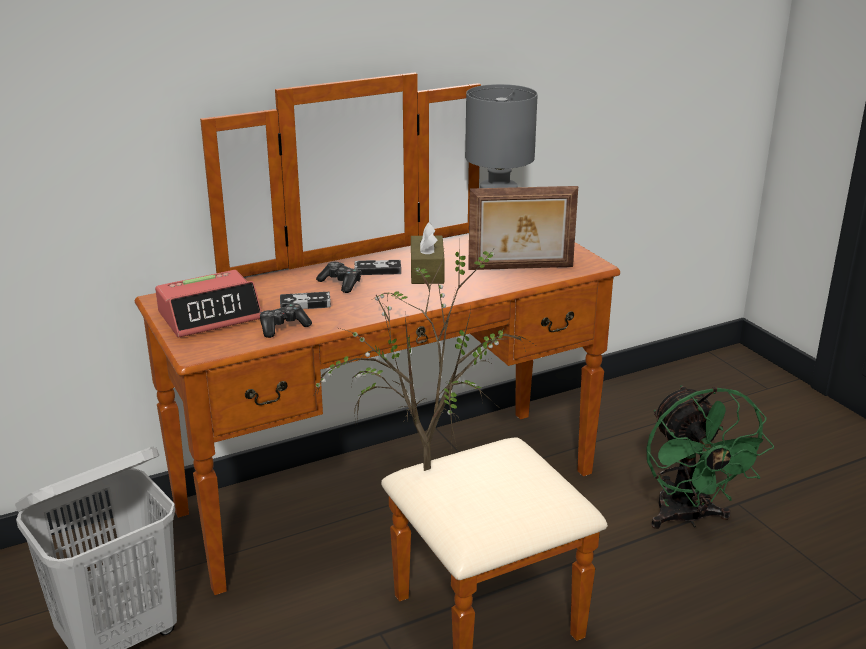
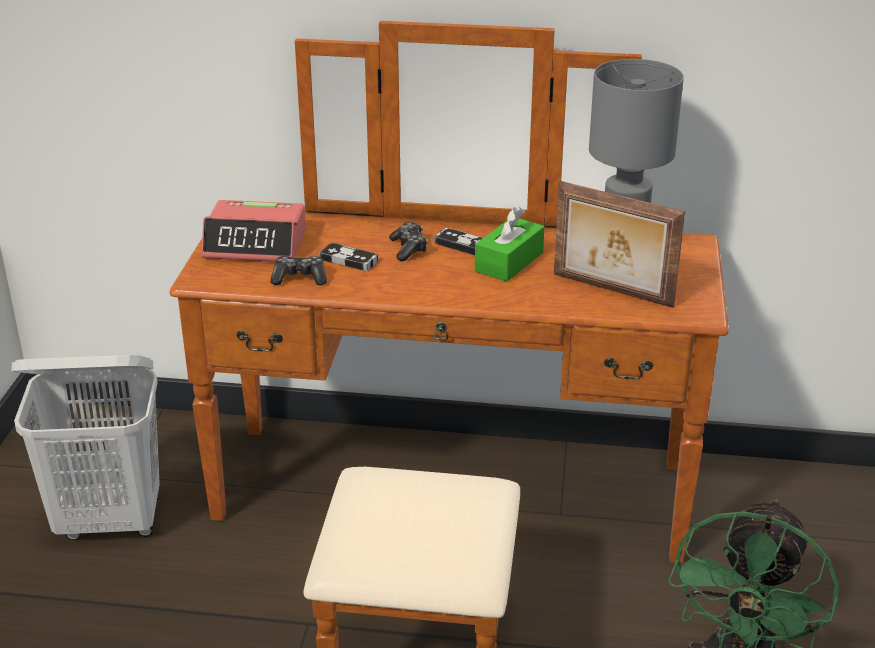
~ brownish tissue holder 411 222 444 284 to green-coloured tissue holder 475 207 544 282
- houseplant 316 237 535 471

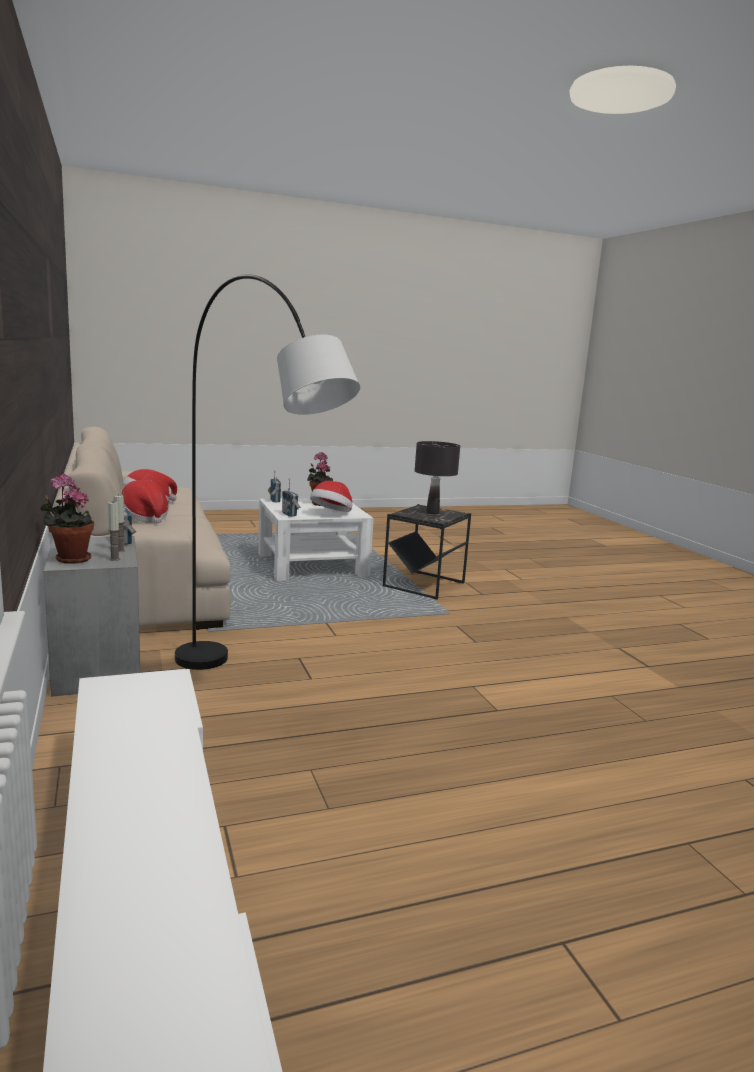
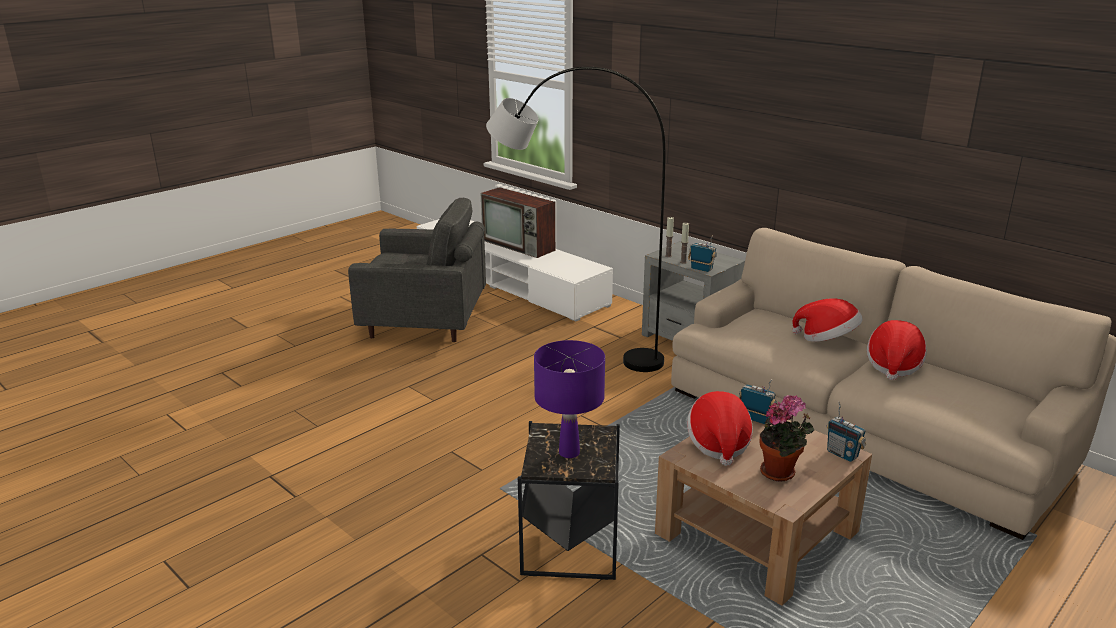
+ gray armchair 348 198 486 342
+ TV set 481 187 555 258
~ black-coloured tabletop lamp 415 441 460 514 to purple tabletop lamp 534 340 605 458
~ whitish lounge table 258 498 374 581 to brownish lounge table 655 420 872 606
- houseplant 40 474 94 564

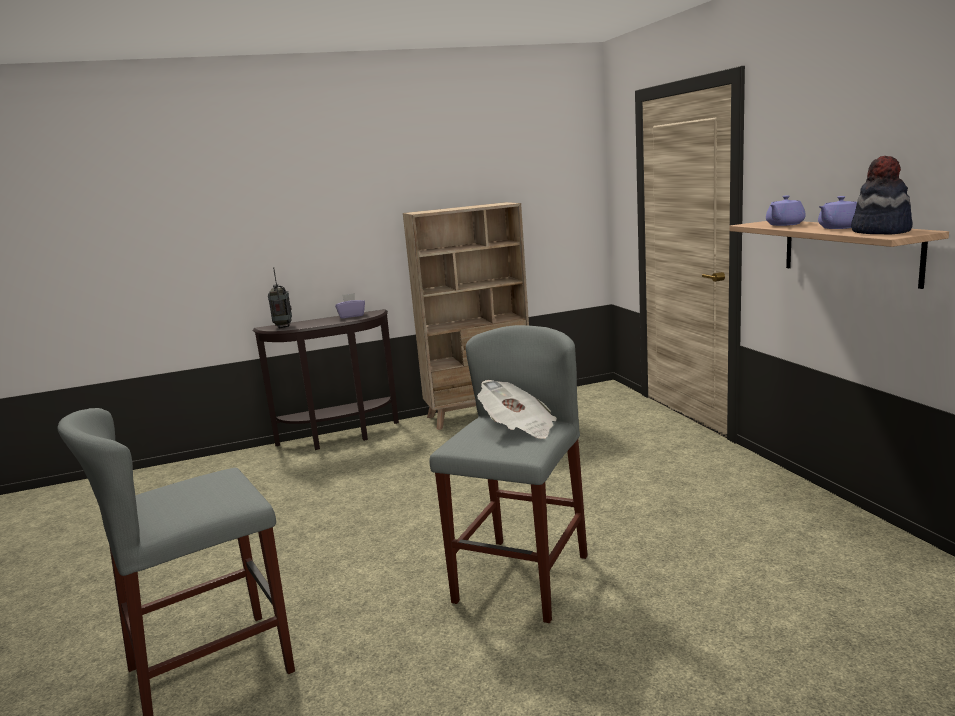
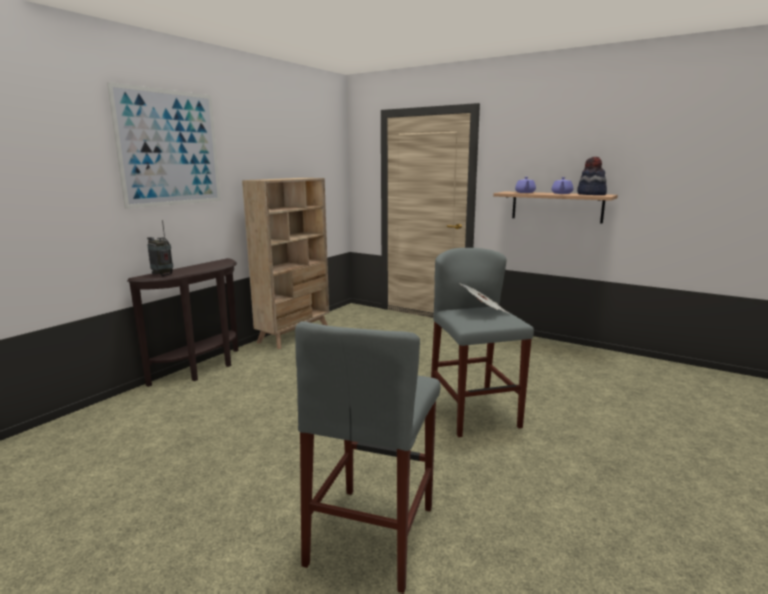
+ picture 107 82 221 209
- purple tissue holder 335 293 365 319

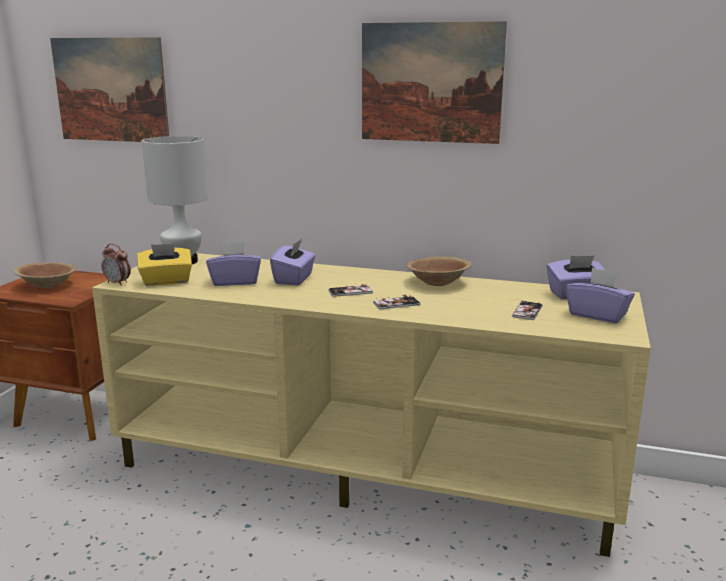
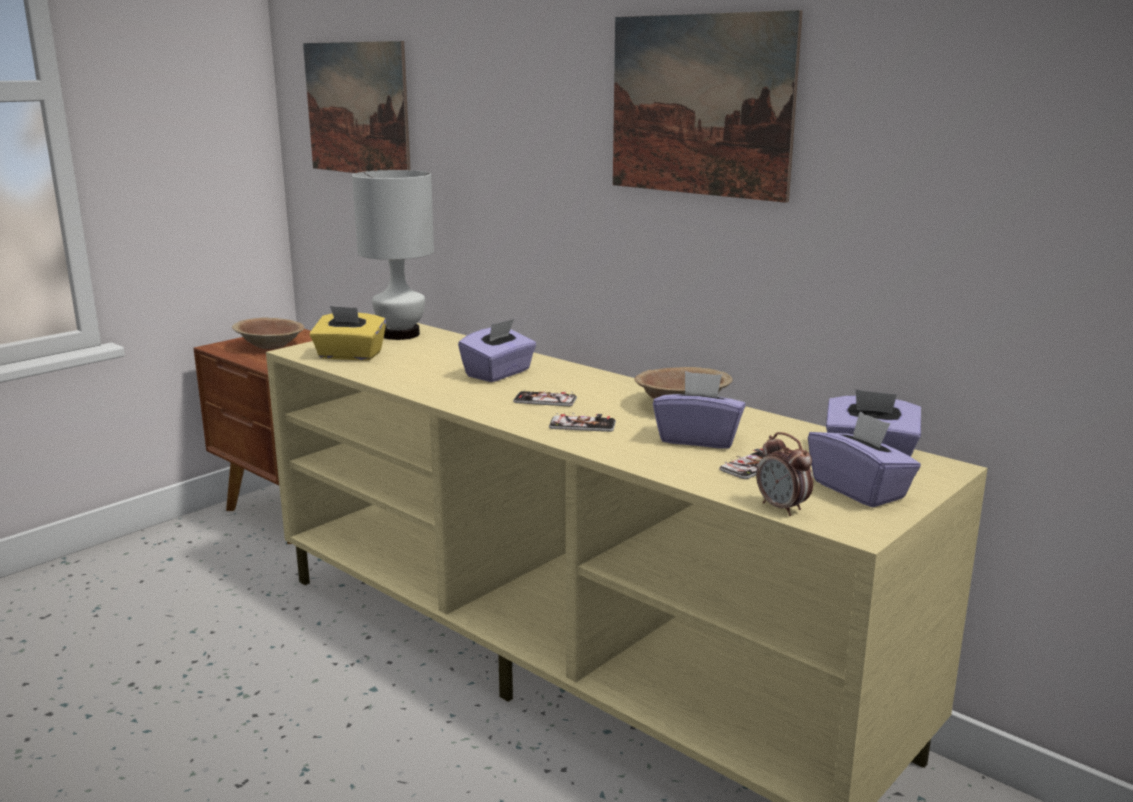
~ purple tissue holder 206 241 261 286 to 653 371 746 449
~ bedside clock 101 244 131 286 to 756 432 813 516

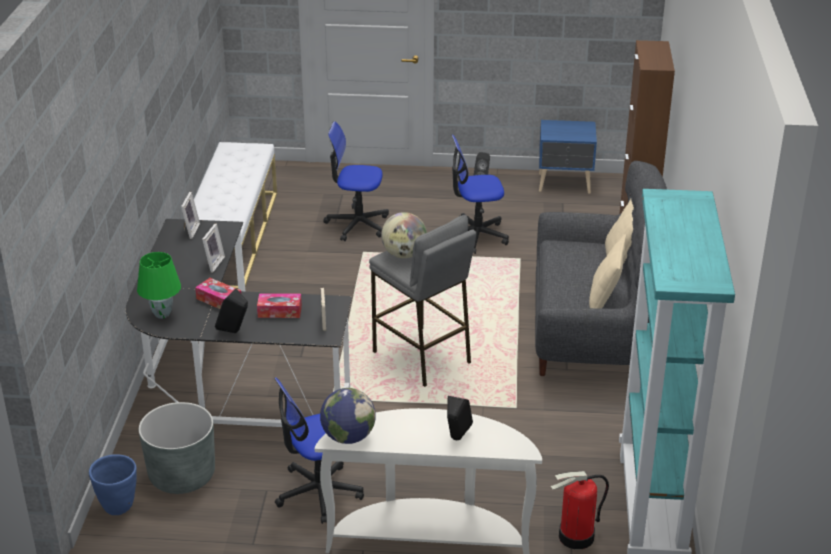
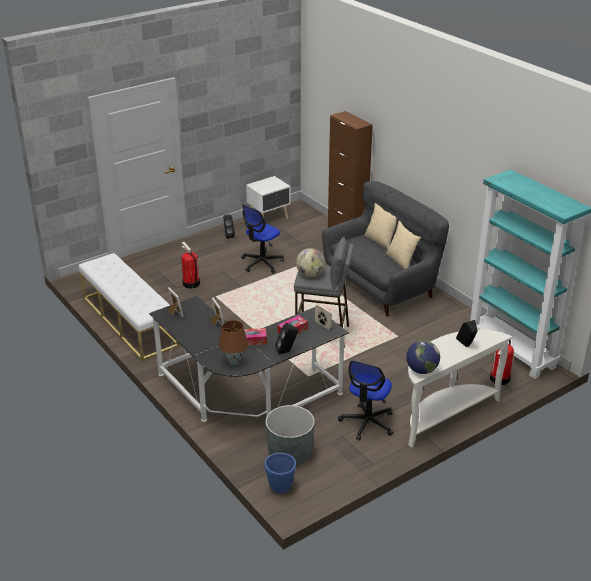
~ computer chair 323 121 389 241 to extinguisher 181 242 200 288
~ green-coloured tabletop lamp 137 252 181 319 to brownish tabletop lamp 219 320 248 365
~ blue bedside table 539 120 597 194 to whitish bedside table 246 176 290 219

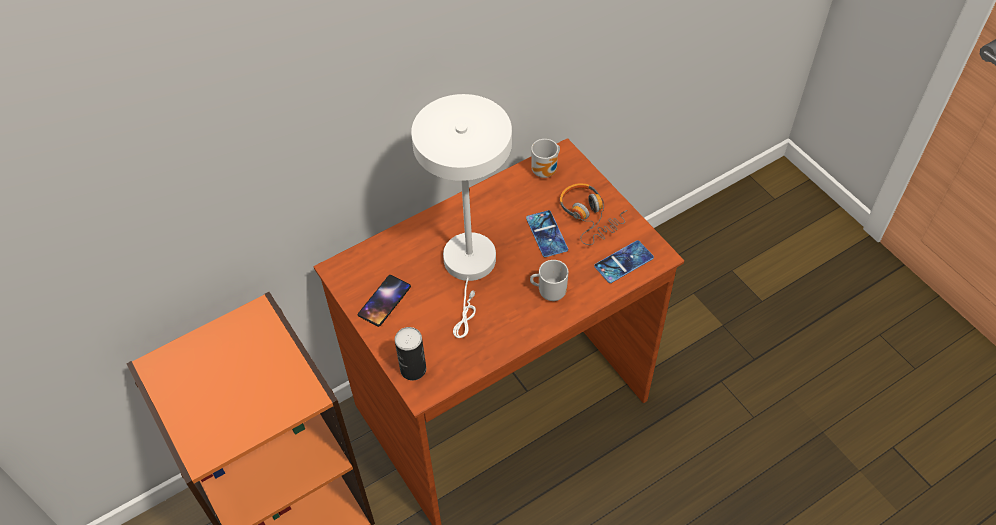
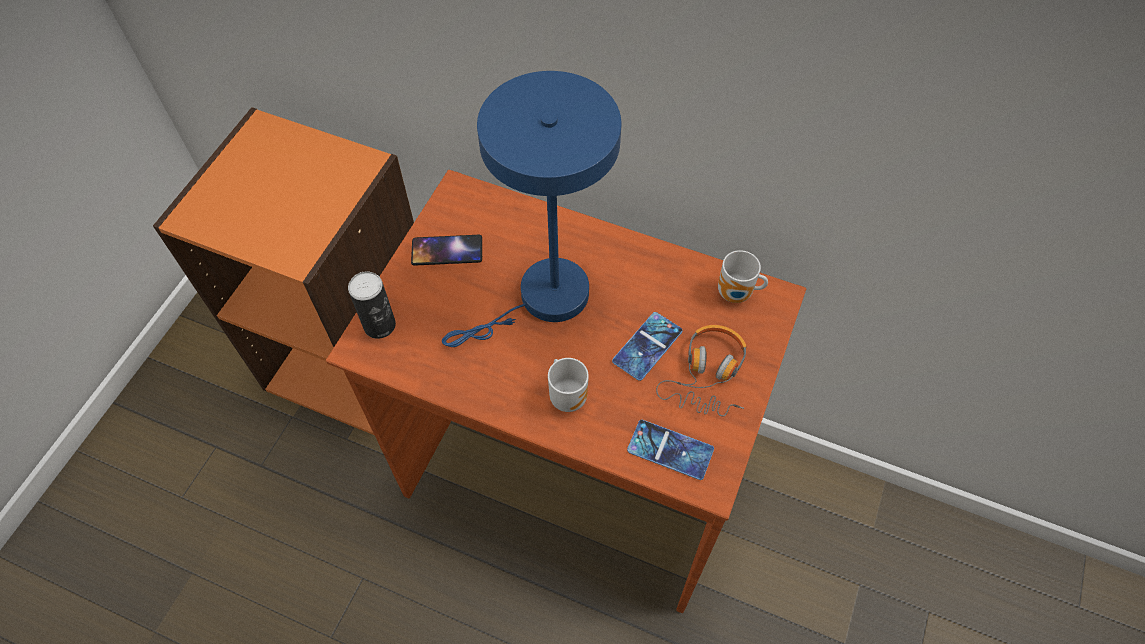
~ whitish tabletop lamp 411 94 512 338 to blue tabletop lamp 442 71 621 347

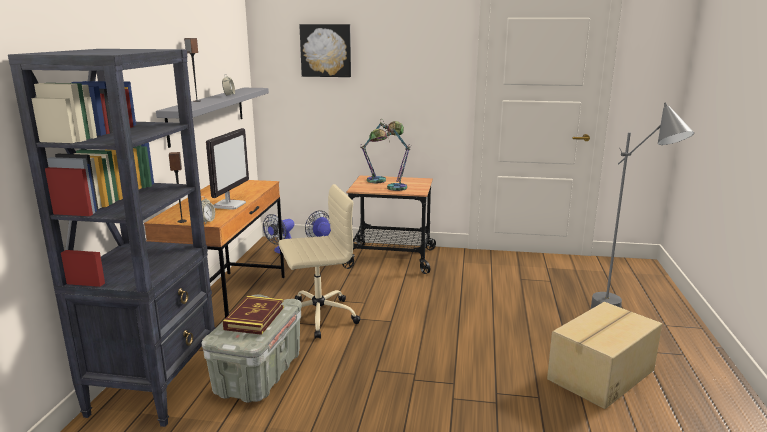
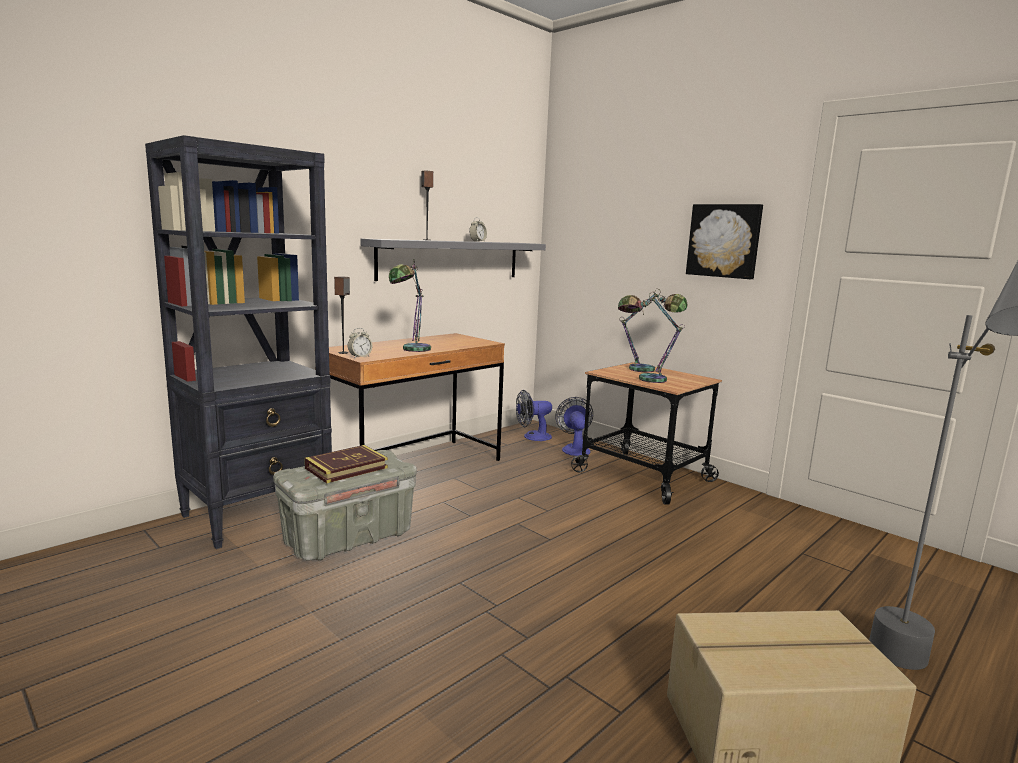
~ computer display 206 128 249 210 to tabletop lamp 389 260 431 352
~ picture 299 24 351 77 to 686 204 763 279
- beige-coloured computer chair 279 184 361 339

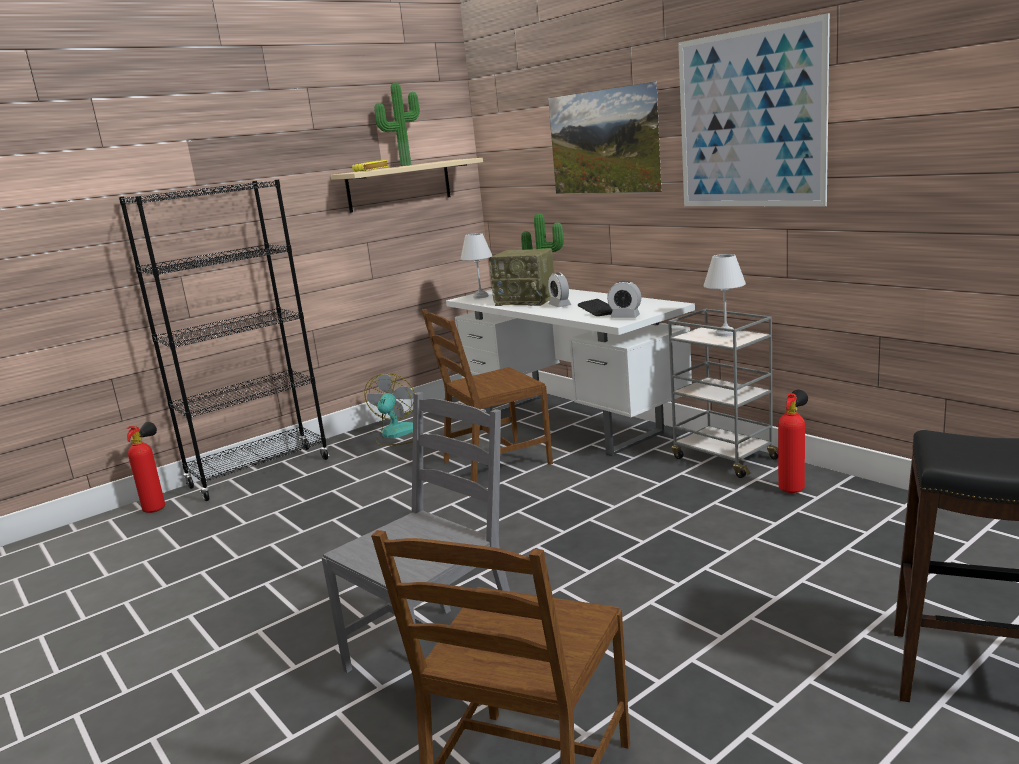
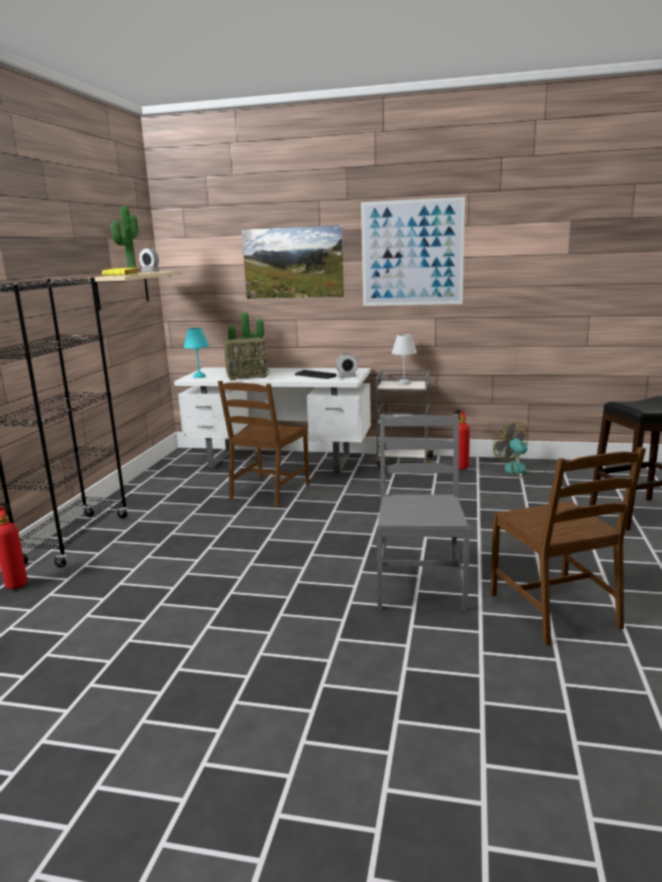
~ bedside clock 548 273 571 307 to 139 248 160 272
~ whitish tabletop lamp 461 233 492 299 to turquoise tabletop lamp 184 328 209 378
~ cooling fan 364 373 415 446 to 493 422 545 478

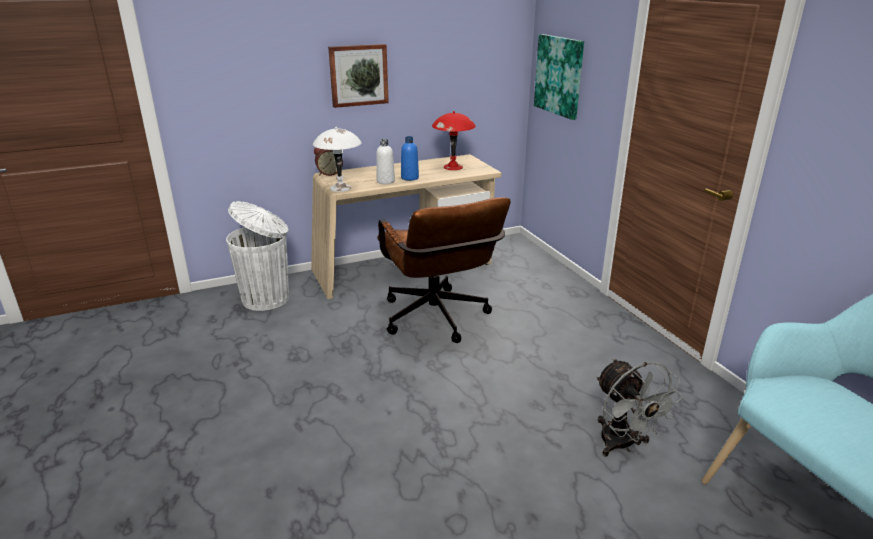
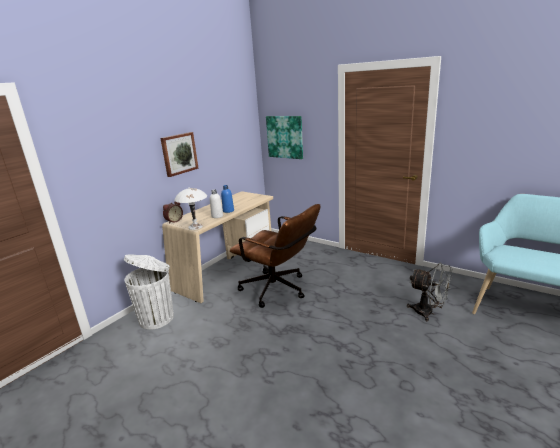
- reddish tabletop lamp 432 111 476 170

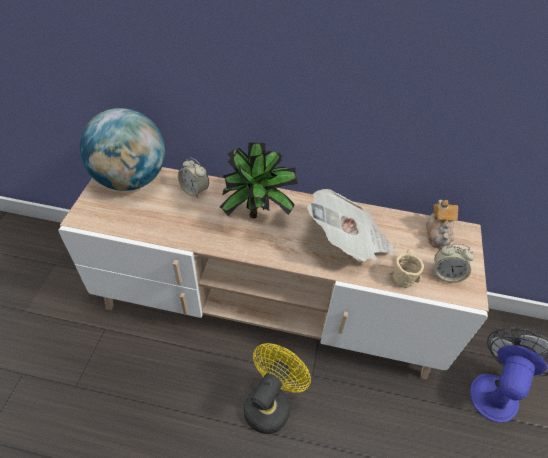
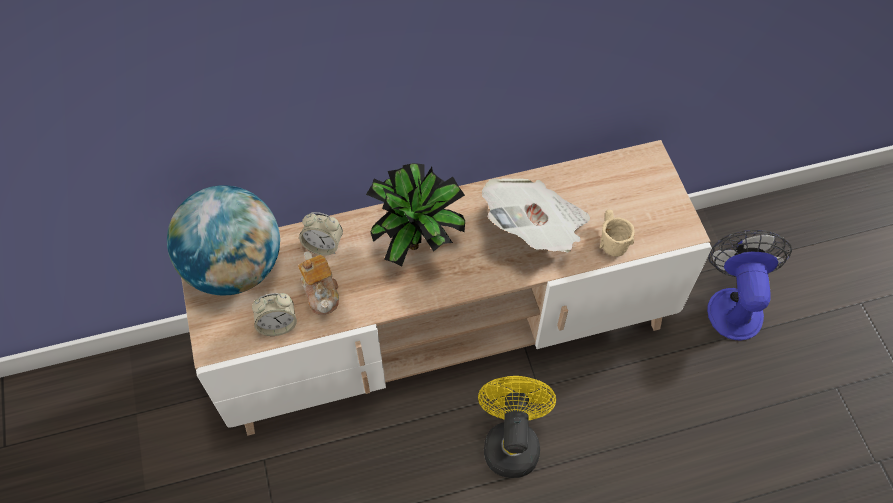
~ bedside clock 434 243 474 283 to 252 293 297 336
~ pot for tea 426 200 458 249 to 298 251 339 315

